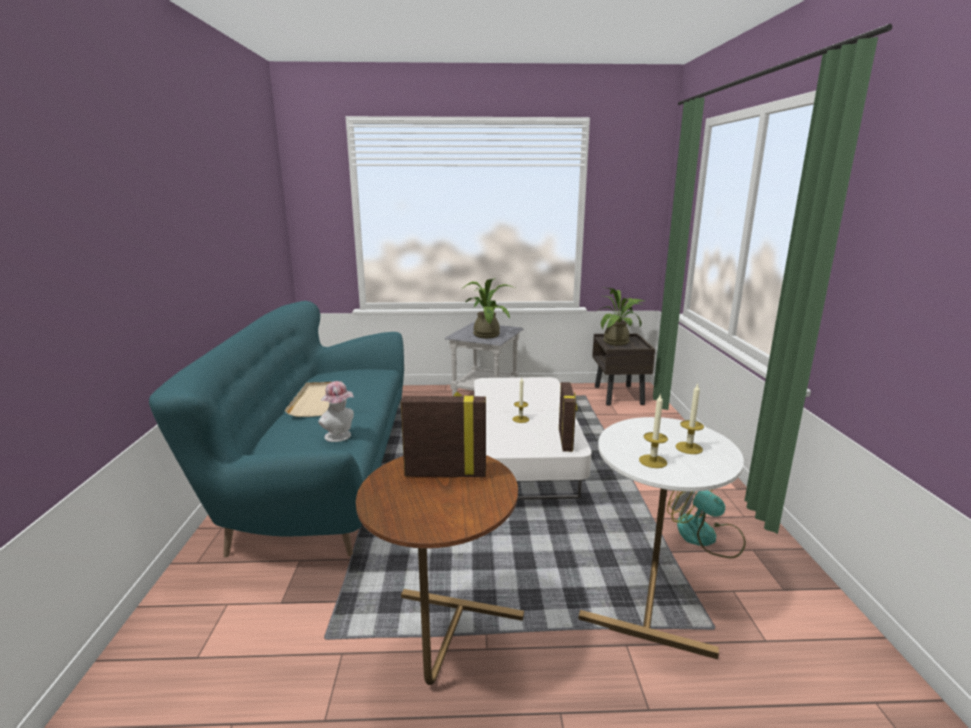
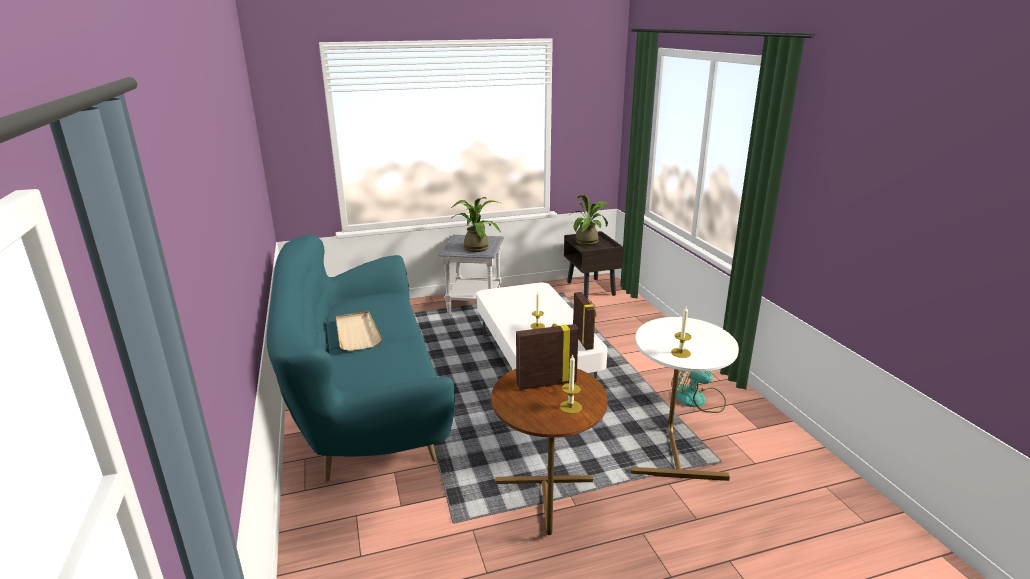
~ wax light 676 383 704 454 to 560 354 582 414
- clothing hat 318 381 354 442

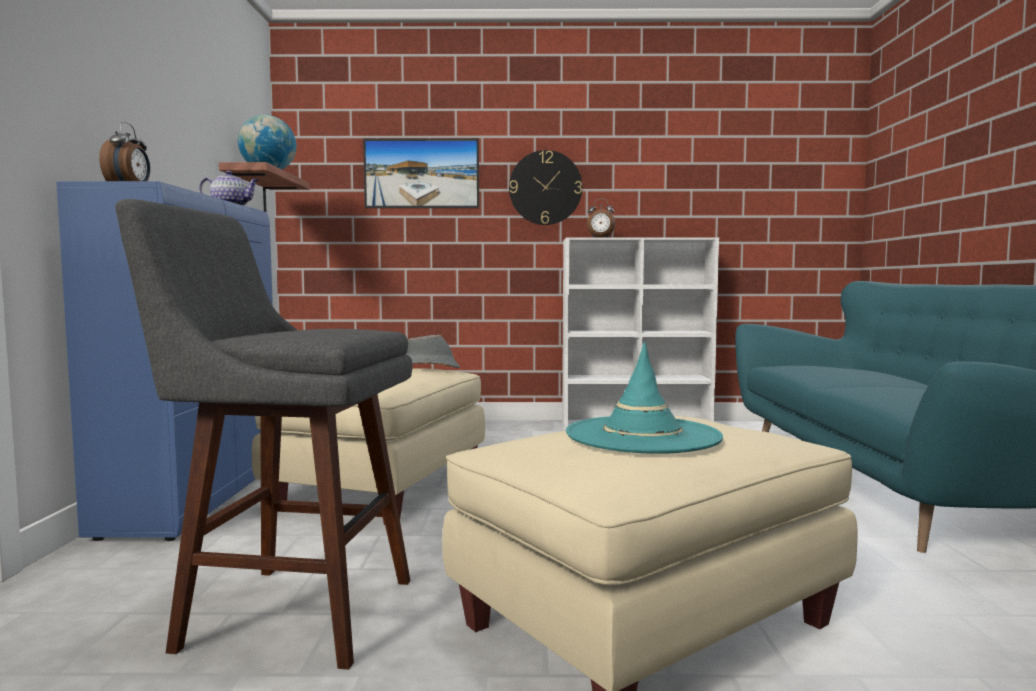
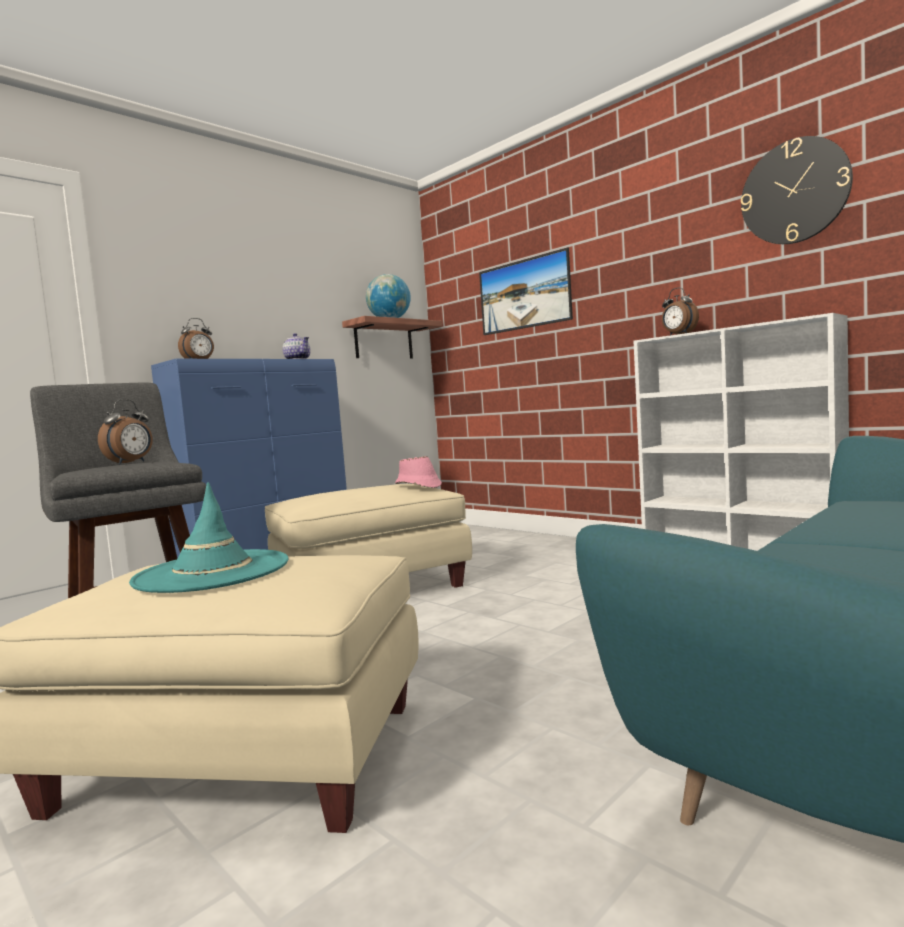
+ bedside clock 98 399 152 464
~ gray clothing hat 406 335 460 368 to pinkish clothing hat 395 456 442 488
~ hanging clock 509 150 582 225 to 741 136 853 244

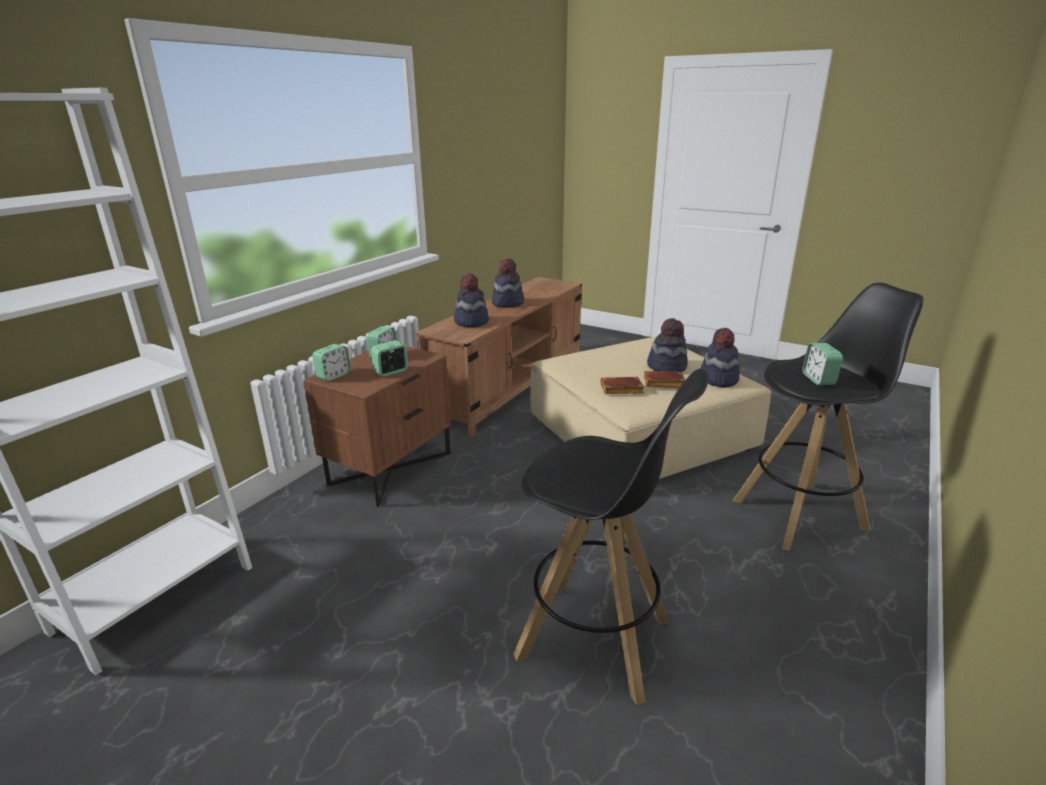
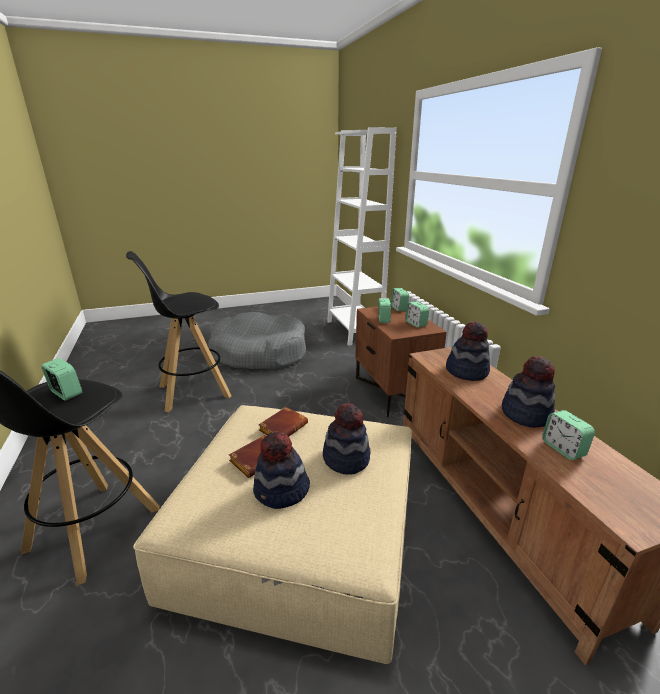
+ gray pet bed 208 312 306 369
~ clothing hat 701 328 740 388 to 323 403 371 474
+ bedside clock 542 410 595 460

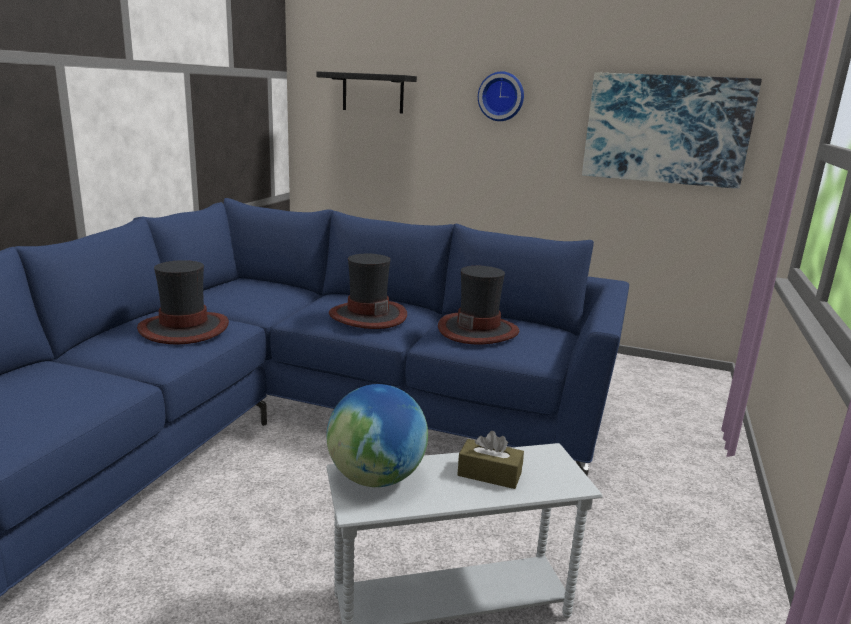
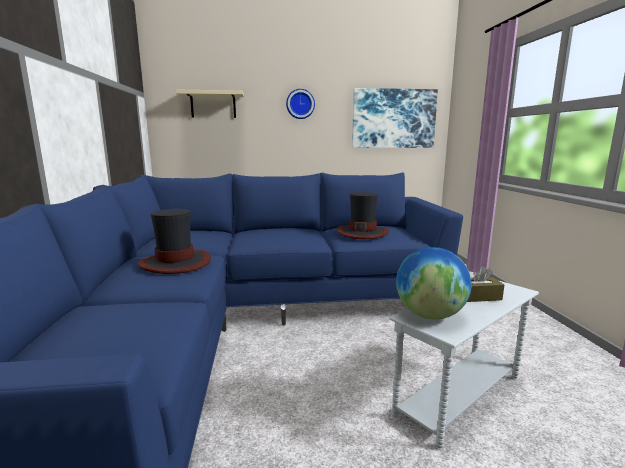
~ black-coloured shelf 317 71 417 114 to beige-coloured shelf 176 89 244 118
- clothing hat 329 254 407 329

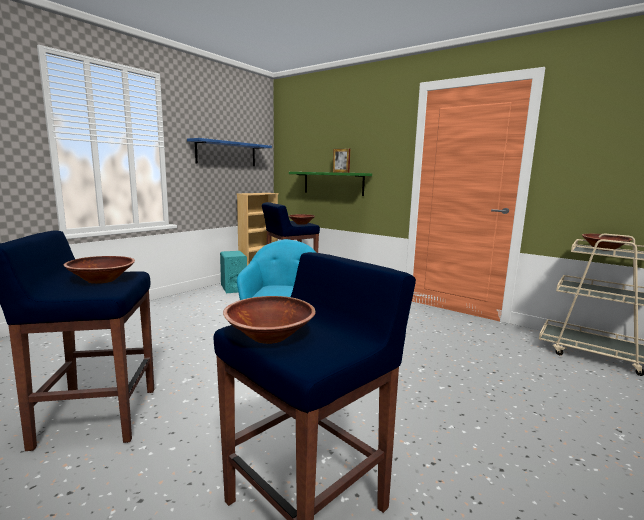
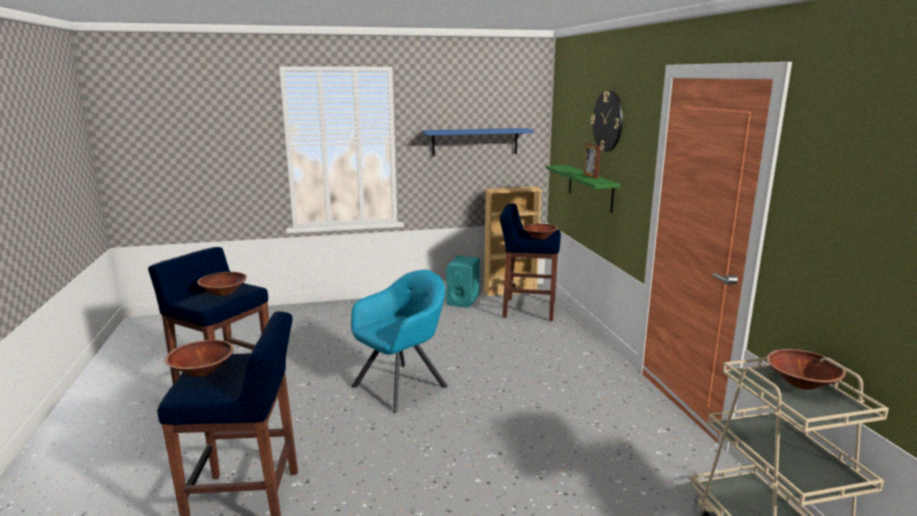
+ hanging clock 591 91 623 152

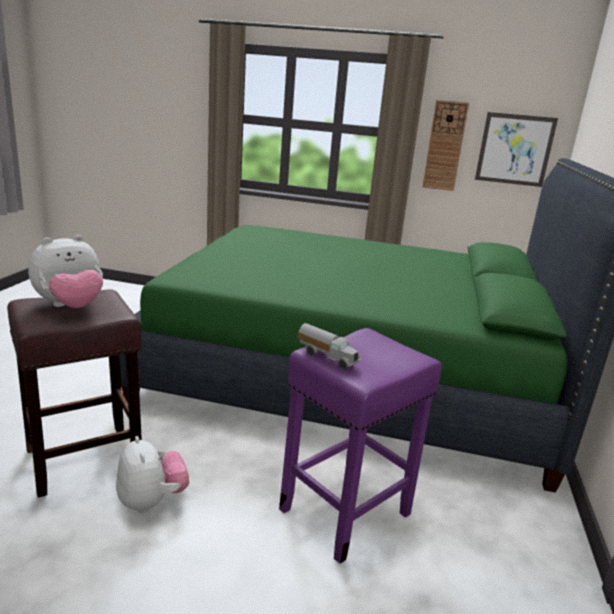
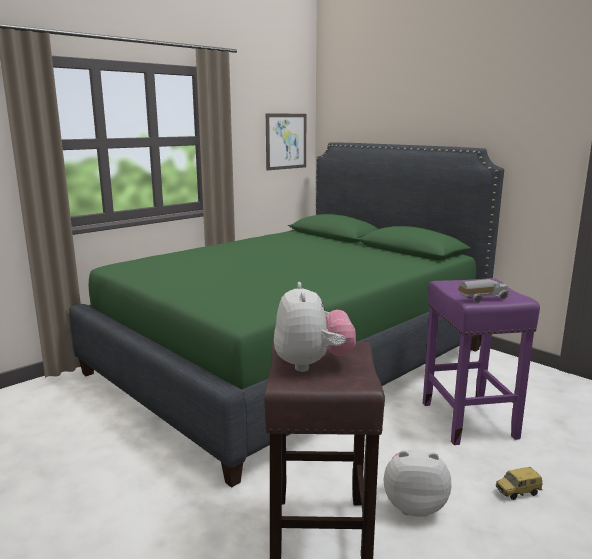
+ model car 495 467 542 500
- hanging clock 423 100 469 191

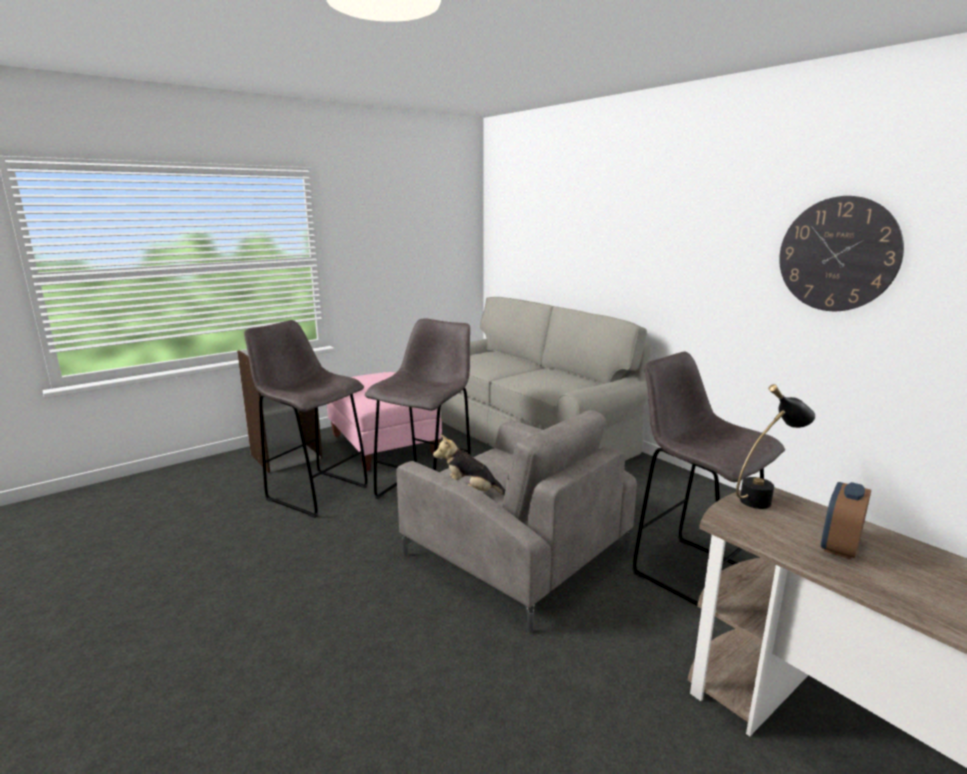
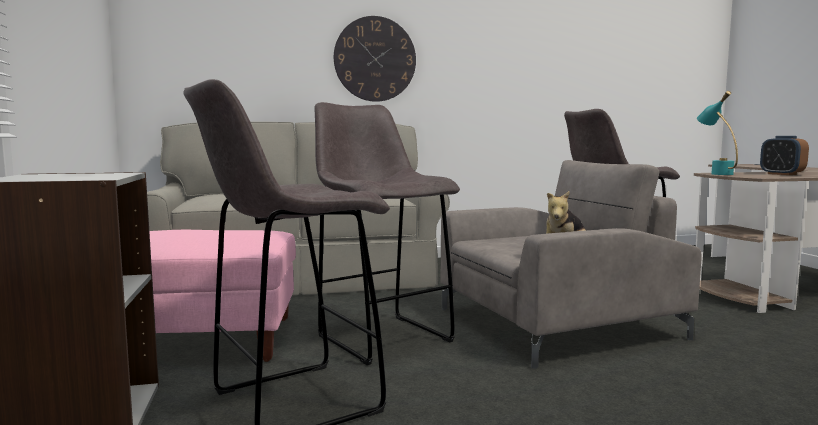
~ hanging clock 779 196 904 311 to 334 16 416 102
~ black-coloured tabletop lamp 736 384 815 509 to turquoise tabletop lamp 697 91 738 175

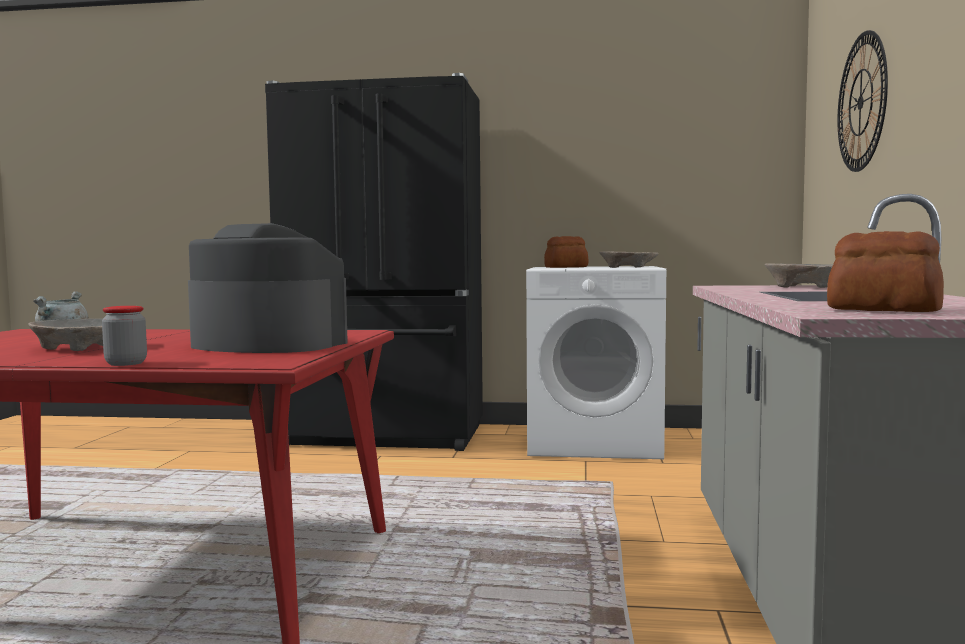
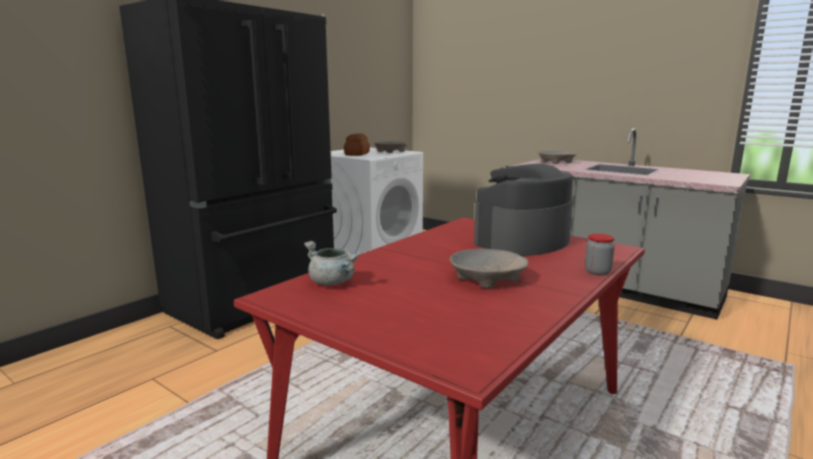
- baked bread 827 231 944 312
- hanging clock 838 30 888 172

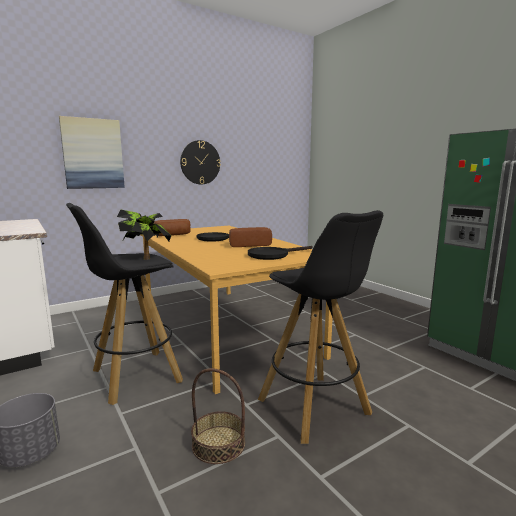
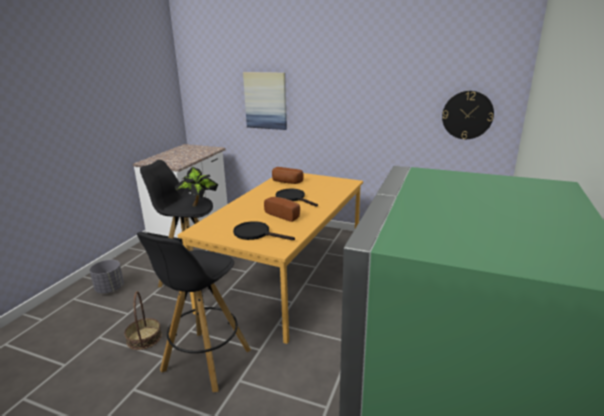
~ hanging clock 180 140 221 184 to 442 91 494 139

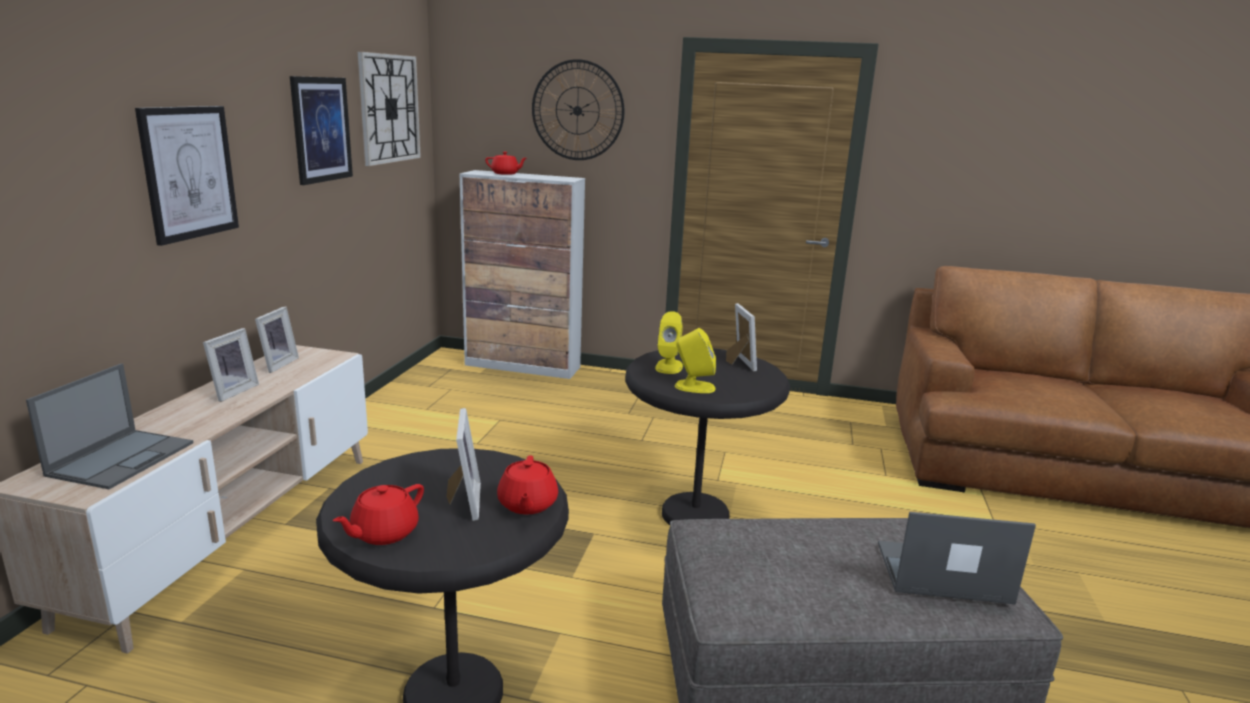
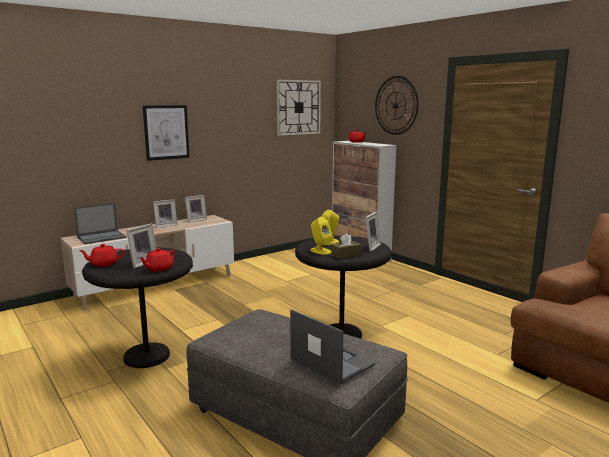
+ brownish tissue holder 332 233 362 259
- picture 290 76 353 185

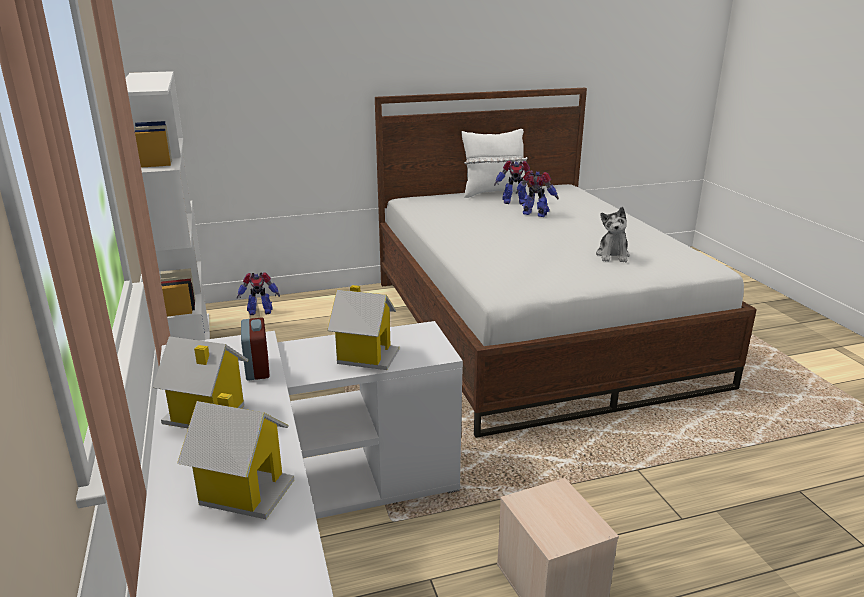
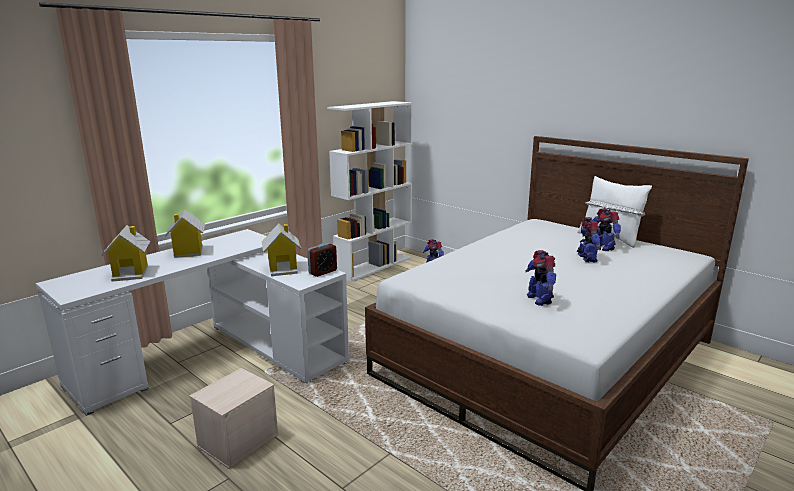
~ bedside clock 241 317 270 381 to 307 243 337 277
~ cuddly toy 596 207 630 262 to robot figure 525 250 556 306

